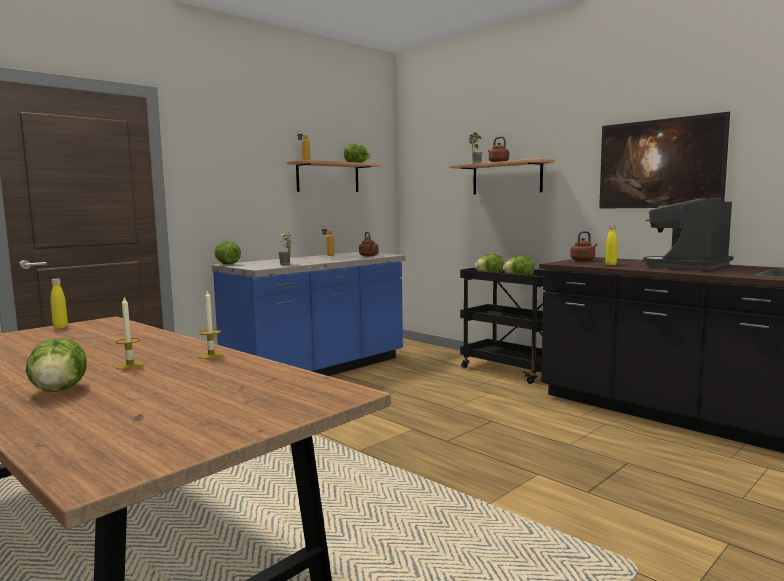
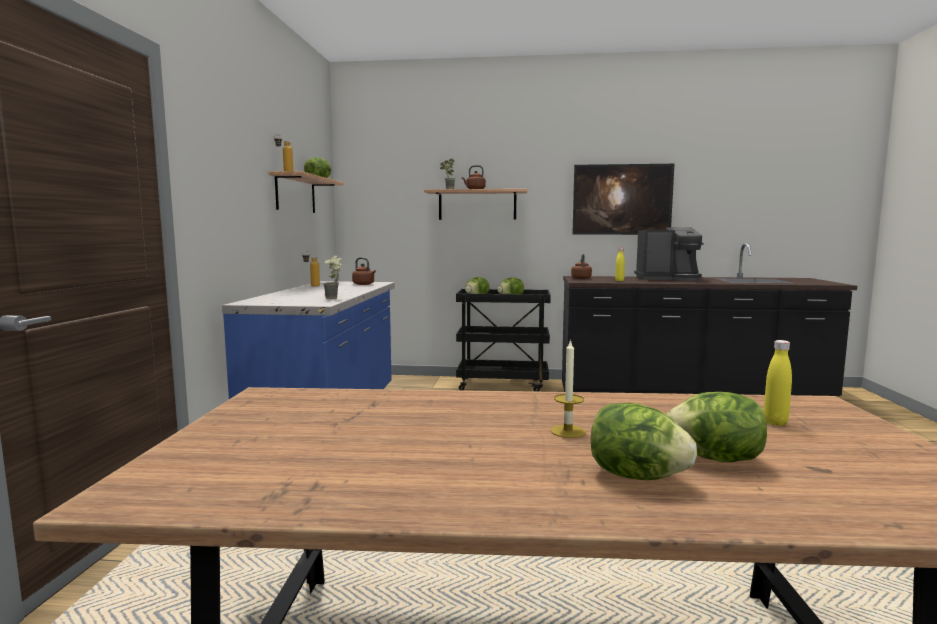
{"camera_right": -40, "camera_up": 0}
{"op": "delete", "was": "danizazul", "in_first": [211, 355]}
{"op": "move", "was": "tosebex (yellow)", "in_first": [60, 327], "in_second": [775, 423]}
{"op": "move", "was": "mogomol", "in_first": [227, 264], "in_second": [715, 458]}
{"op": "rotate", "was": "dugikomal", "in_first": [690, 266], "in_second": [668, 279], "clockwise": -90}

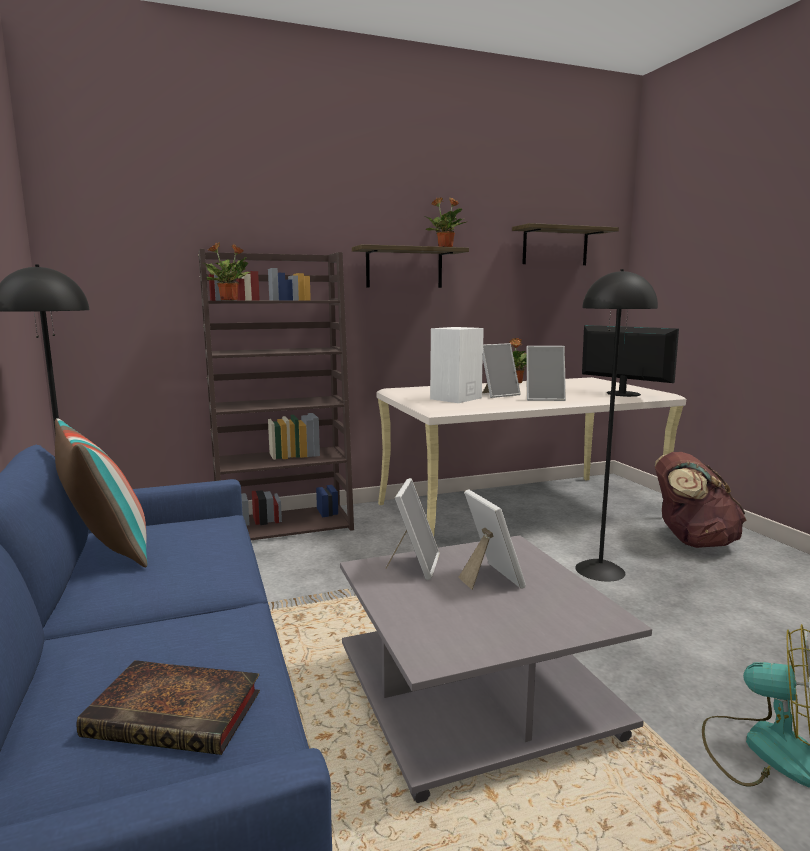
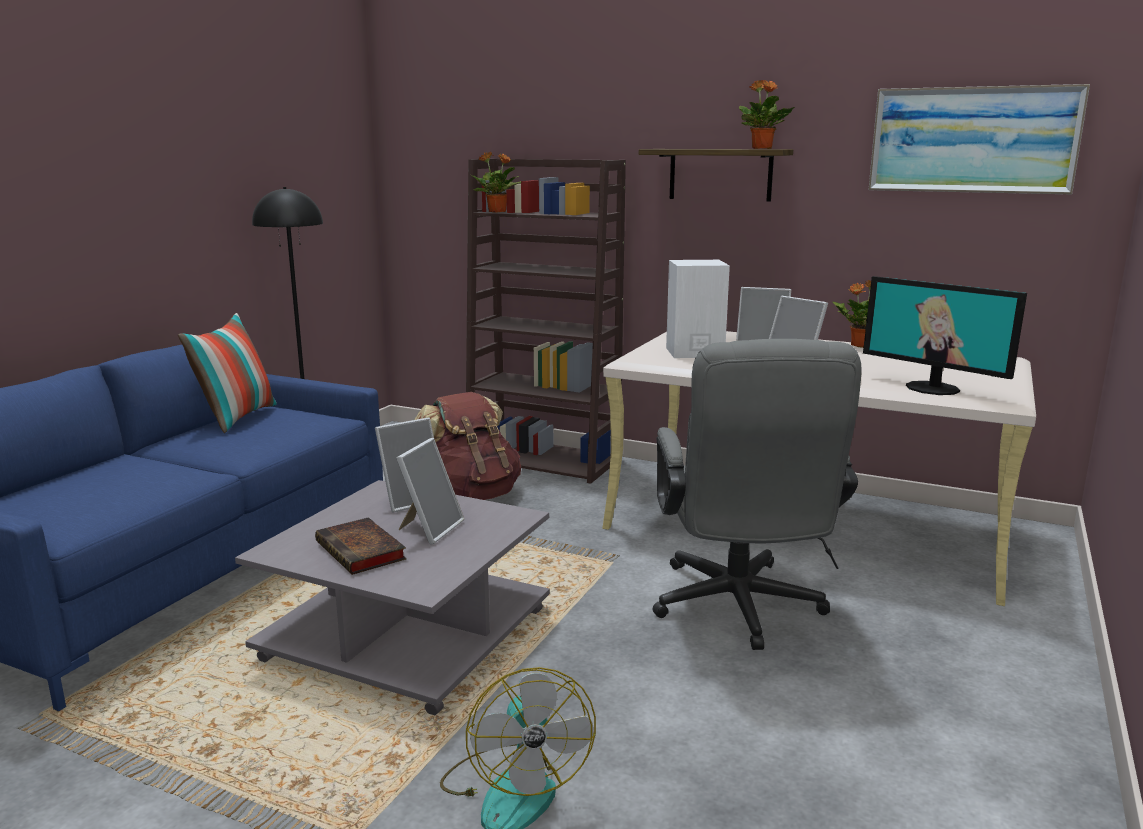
{"camera_right": 45, "camera_up": 5}
{"op": "move", "was": "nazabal", "in_first": [179, 714], "in_second": [362, 552]}
{"op": "move", "was": "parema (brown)", "in_first": [692, 541], "in_second": [471, 496]}
{"op": "replace", "was": "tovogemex", "now": "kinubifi", "in_first": [555, 246], "in_second": [972, 140]}
{"op": "replace", "was": "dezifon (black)", "now": "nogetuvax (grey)", "in_first": [600, 570], "in_second": [739, 610]}
{"op": "rotate", "was": "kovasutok", "in_first": [622, 394], "in_second": [933, 388], "clockwise": 135}

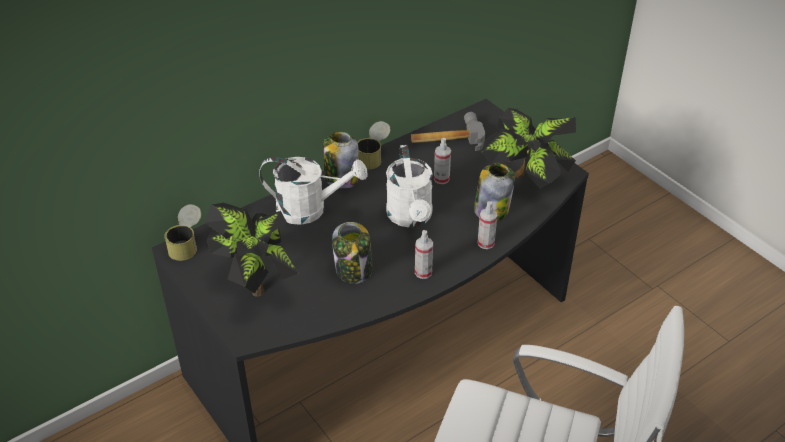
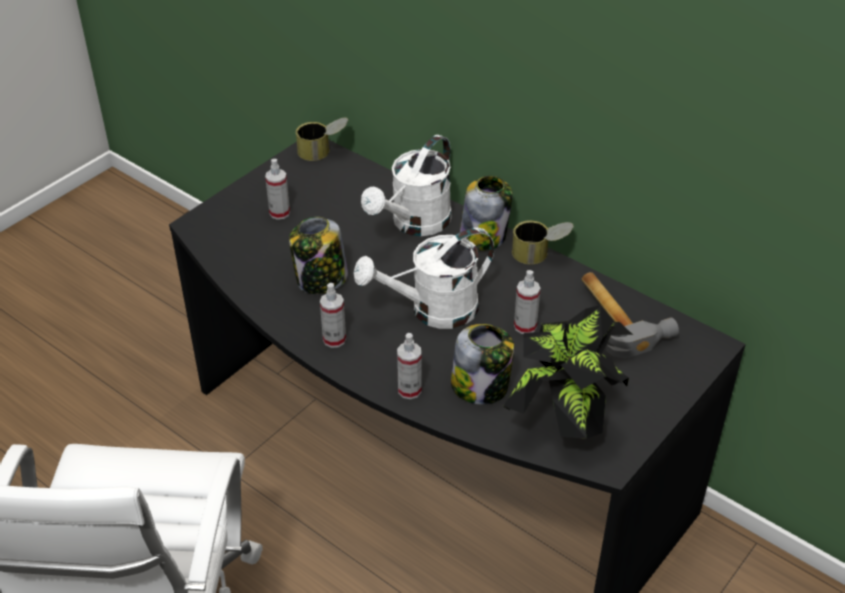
{"camera_right": 75, "camera_up": 0}
{"op": "replace", "was": "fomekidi", "now": "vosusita", "in_first": [258, 282], "in_second": [279, 213]}
{"op": "rotate", "was": "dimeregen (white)", "in_first": [310, 209], "in_second": [415, 224], "clockwise": 45}

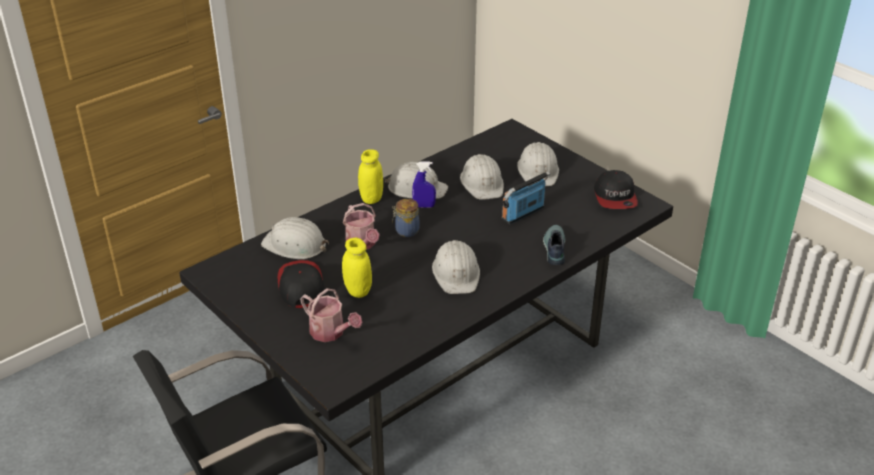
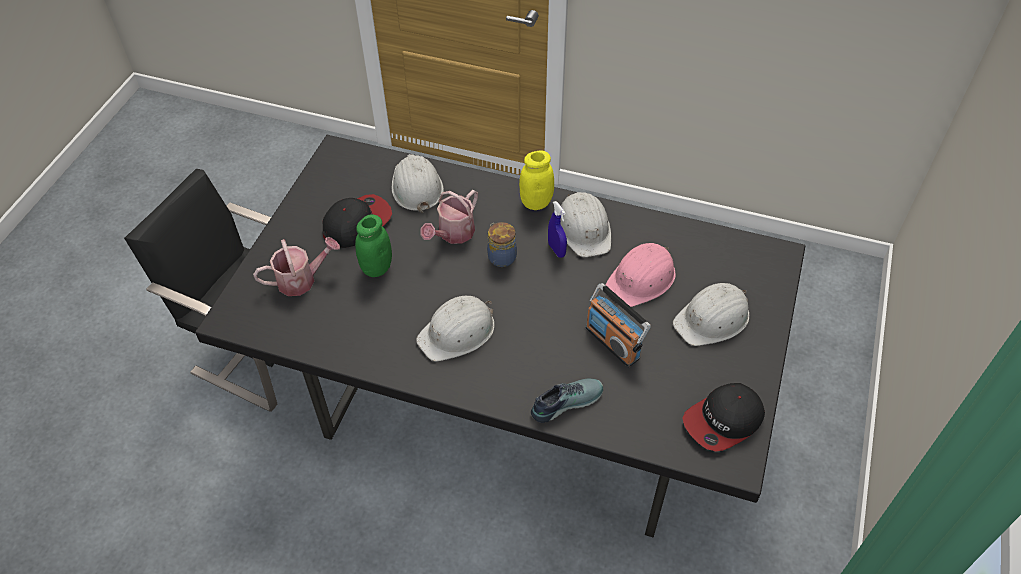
{"camera_right": 60, "camera_up": 15}
{"op": "recolor", "was": "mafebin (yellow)", "now": "mafebin (green)", "in_first": [358, 291], "in_second": [376, 268]}
{"op": "recolor", "was": "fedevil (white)", "now": "fedevil (pink)", "in_first": [482, 183], "in_second": [642, 279]}
{"op": "rotate", "was": "dimeregen", "in_first": [331, 333], "in_second": [301, 279], "clockwise": -120}
{"op": "rotate", "was": "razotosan", "in_first": [523, 213], "in_second": [613, 342], "clockwise": -150}

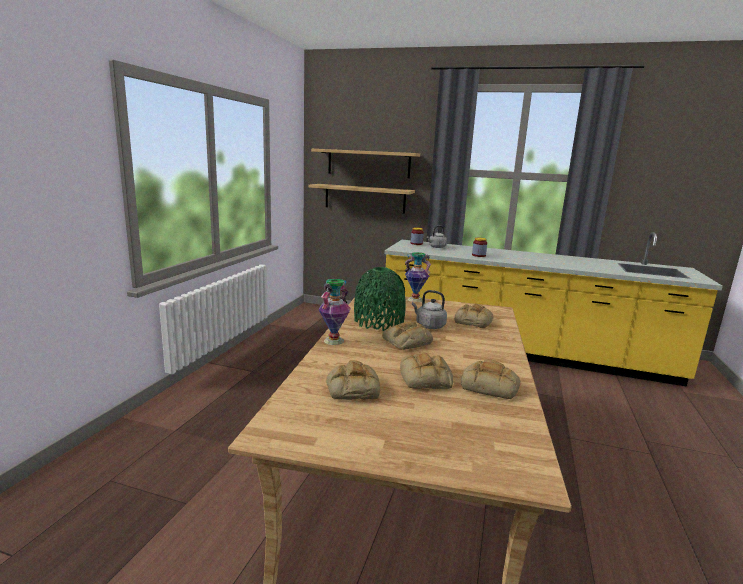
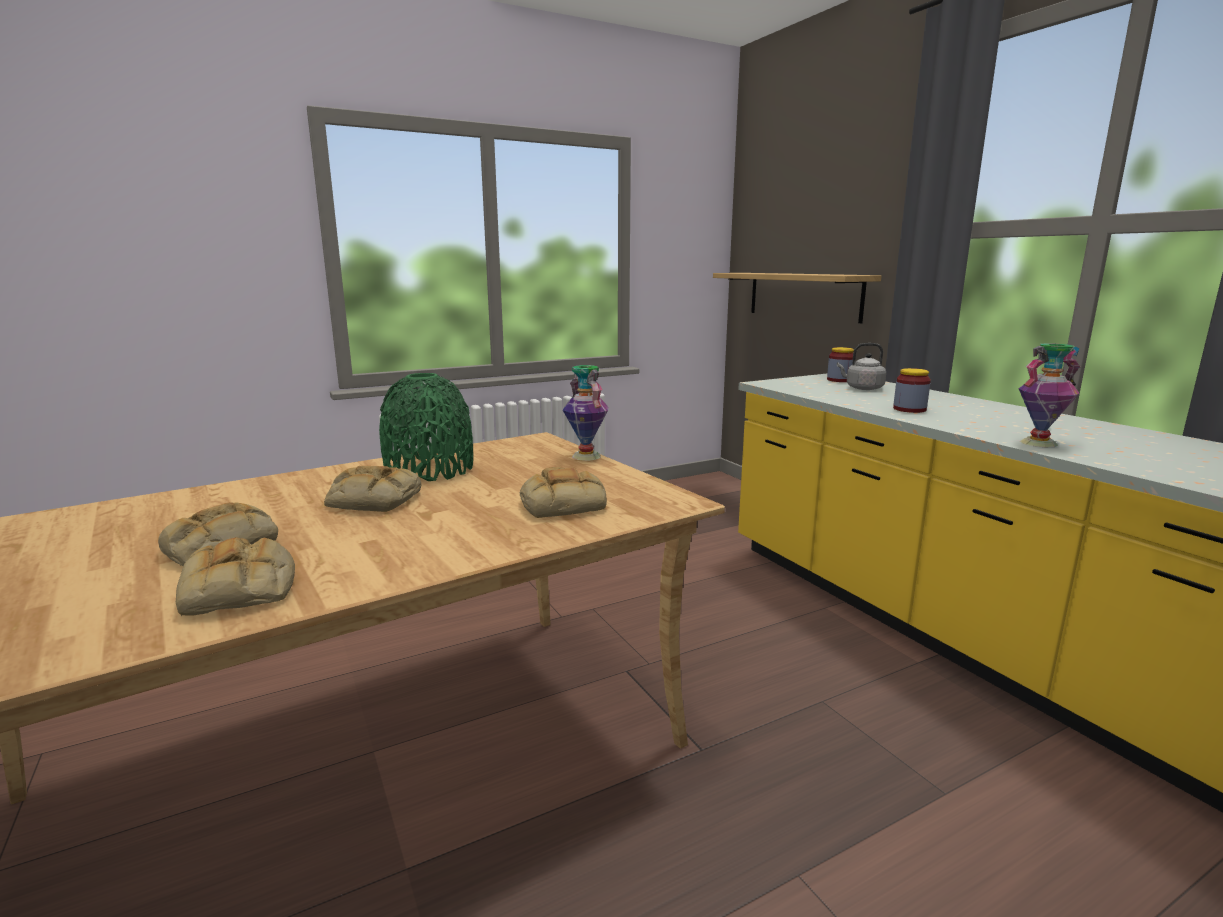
{"camera_right": 45, "camera_up": 0}
{"op": "delete", "was": "tovogemex", "in_first": [368, 163]}
{"op": "delete", "was": "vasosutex", "in_first": [352, 387]}
{"op": "delete", "was": "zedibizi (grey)", "in_first": [428, 326]}
{"op": "move", "was": "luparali", "in_first": [333, 340], "in_second": [1038, 443]}

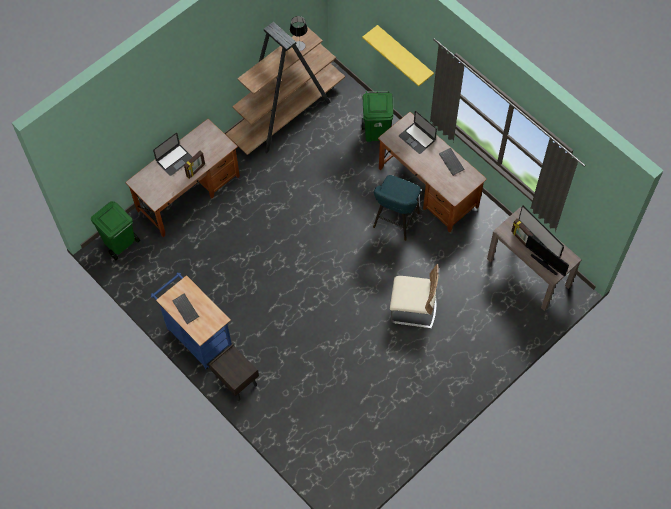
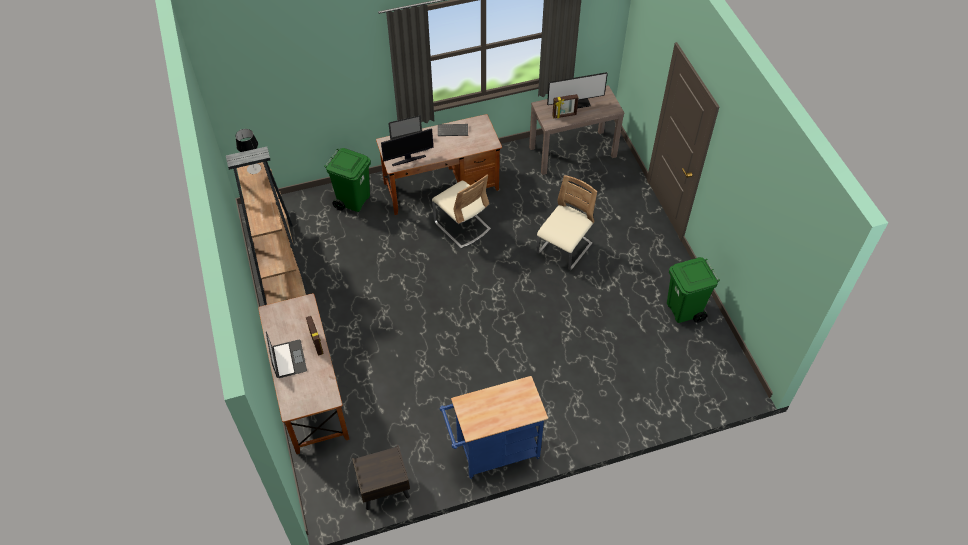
{"camera_right": -65, "camera_up": -10}
{"op": "delete", "was": "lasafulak", "in_first": [186, 309]}
{"op": "delete", "was": "tovogemex (yellow)", "in_first": [405, 54]}
{"op": "move", "was": "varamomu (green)", "in_first": [120, 244], "in_second": [684, 310]}
{"op": "move", "was": "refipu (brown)", "in_first": [235, 380], "in_second": [384, 490]}
{"op": "move", "was": "kovasutok", "in_first": [544, 264], "in_second": [408, 159]}
{"op": "replace", "was": "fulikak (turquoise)", "now": "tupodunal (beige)", "in_first": [395, 222], "in_second": [462, 226]}

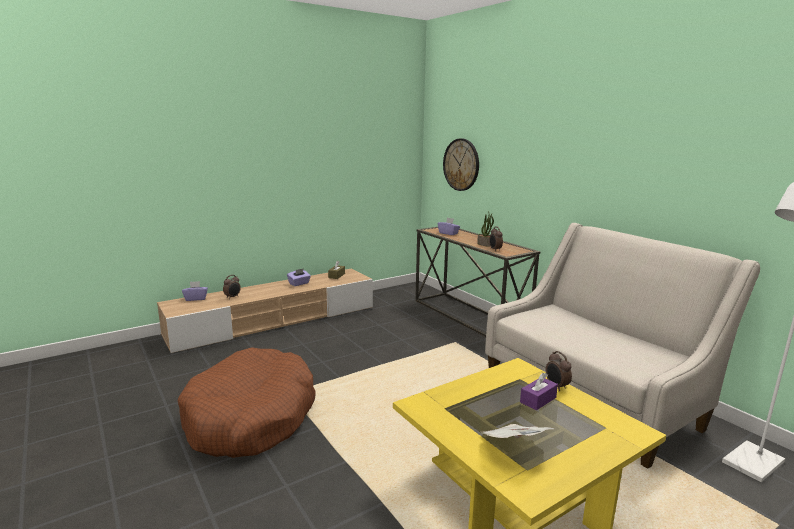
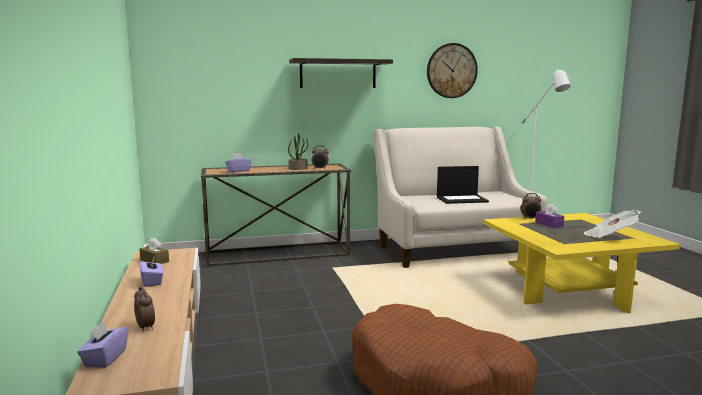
{"camera_right": -70, "camera_up": -5}
{"op": "insert", "now": "tovogemex", "in_second": [338, 74]}
{"op": "insert", "now": "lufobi", "in_second": [462, 199]}
{"op": "move", "was": "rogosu", "in_first": [461, 164], "in_second": [451, 70]}

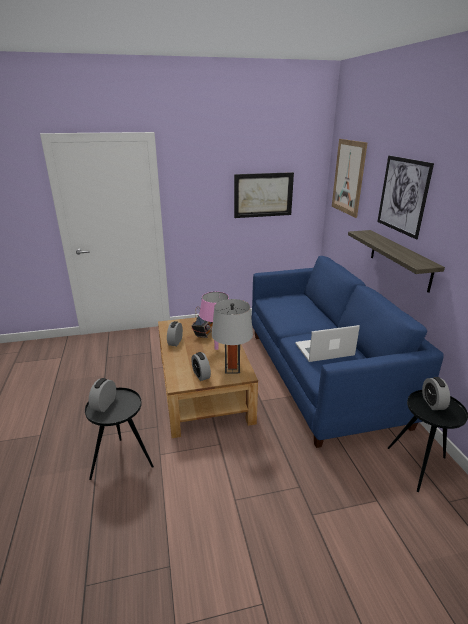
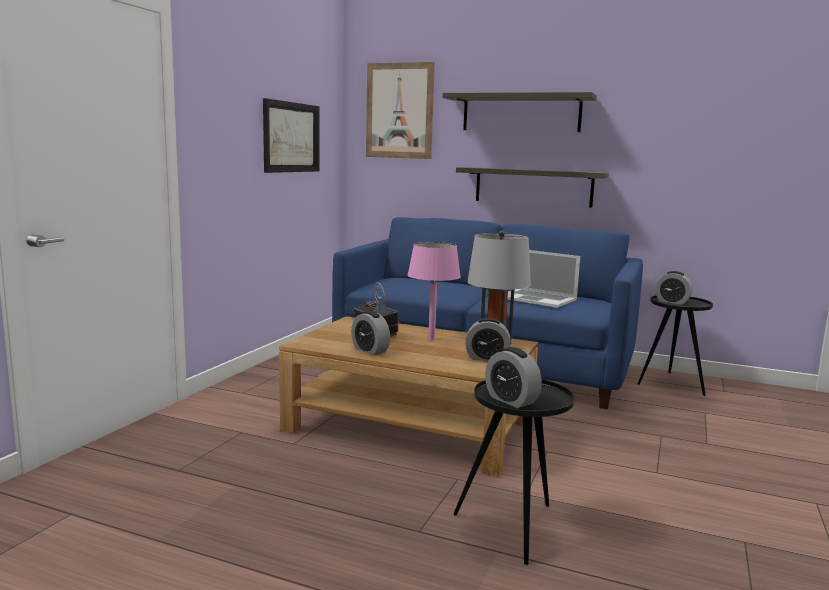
{"camera_right": -55, "camera_up": -15}
{"op": "replace", "was": "kinubifi", "now": "tovogemex", "in_first": [403, 195], "in_second": [521, 113]}
{"op": "rotate", "was": "lufobi", "in_first": [324, 349], "in_second": [537, 298], "clockwise": -75}

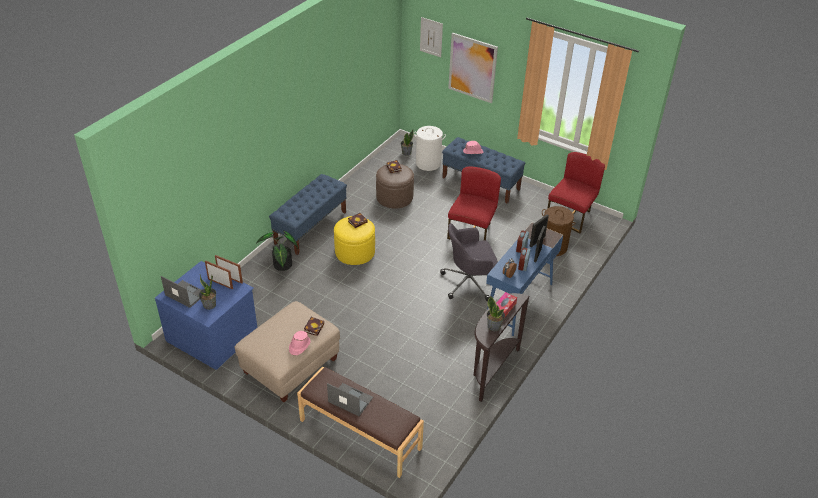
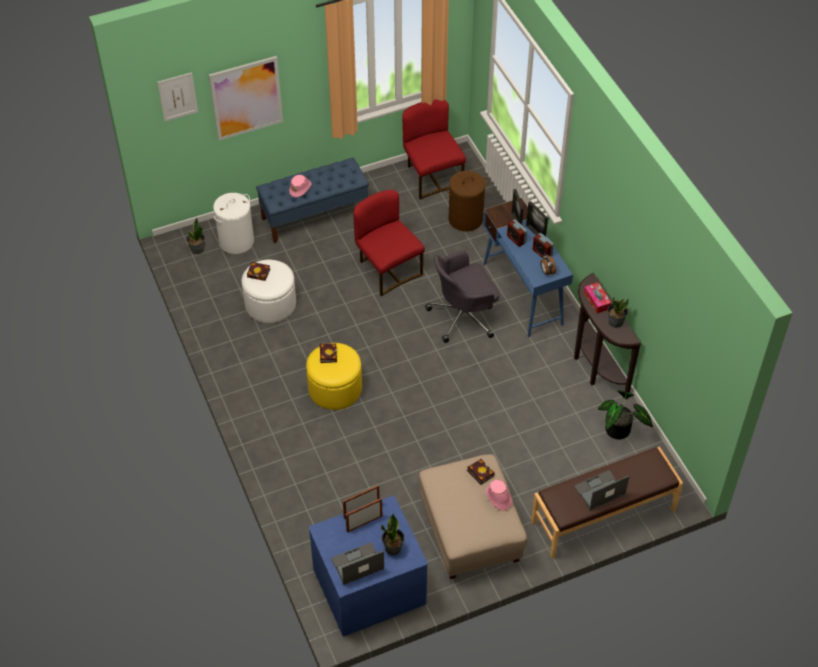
{"camera_right": -55, "camera_up": 10}
{"op": "delete", "was": "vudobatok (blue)", "in_first": [311, 227]}
{"op": "move", "was": "fomekidi", "in_first": [281, 266], "in_second": [619, 432]}
{"op": "recolor", "was": "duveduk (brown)", "now": "duveduk (white)", "in_first": [394, 197], "in_second": [270, 304]}
{"op": "rotate", "was": "nogetuvax (grey)", "in_first": [469, 283], "in_second": [463, 316], "clockwise": 45}

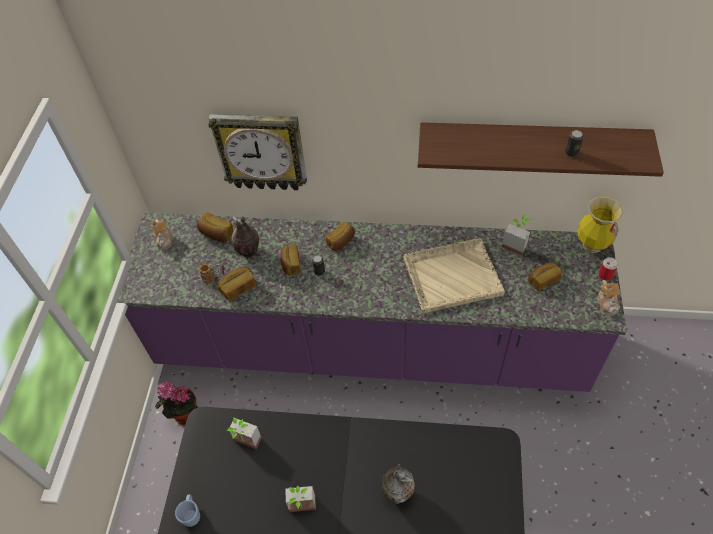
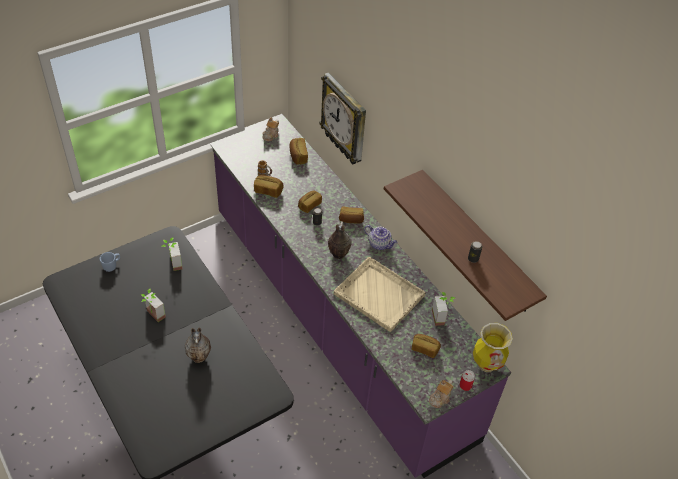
{"camera_right": 45, "camera_up": -5}
{"op": "delete", "was": "fomekidi", "in_first": [184, 415]}
{"op": "insert", "now": "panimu", "in_second": [380, 244]}
{"op": "move", "was": "luparali", "in_first": [248, 253], "in_second": [338, 255]}

